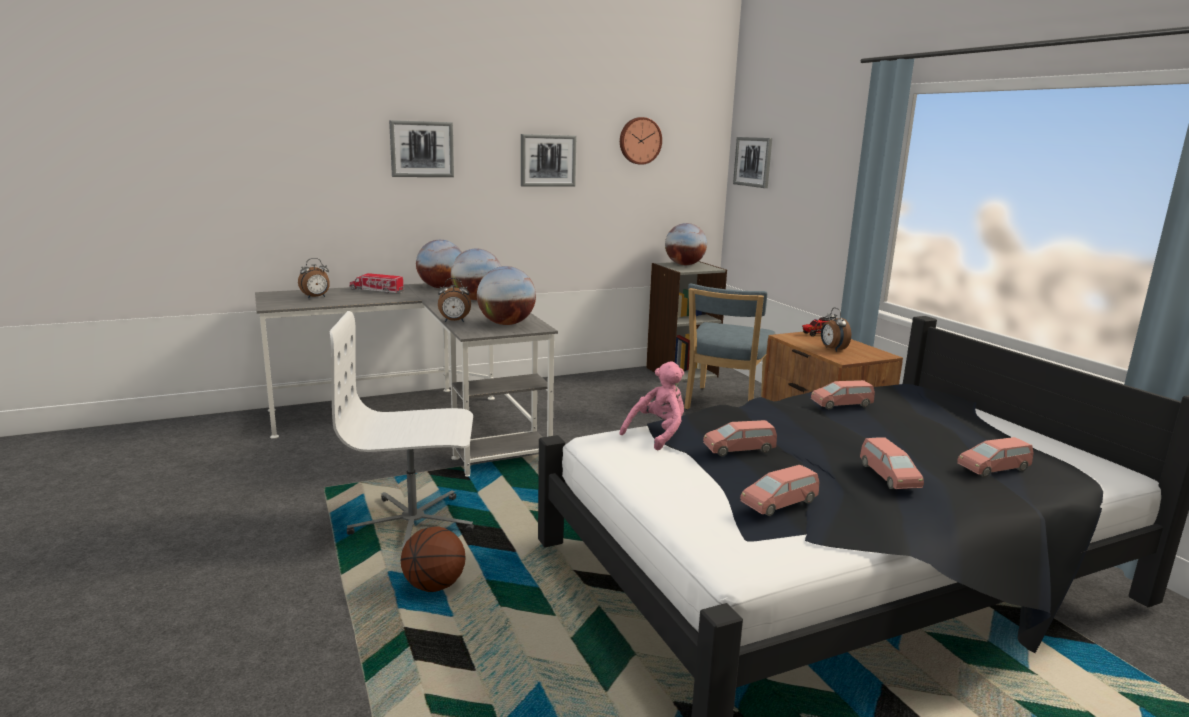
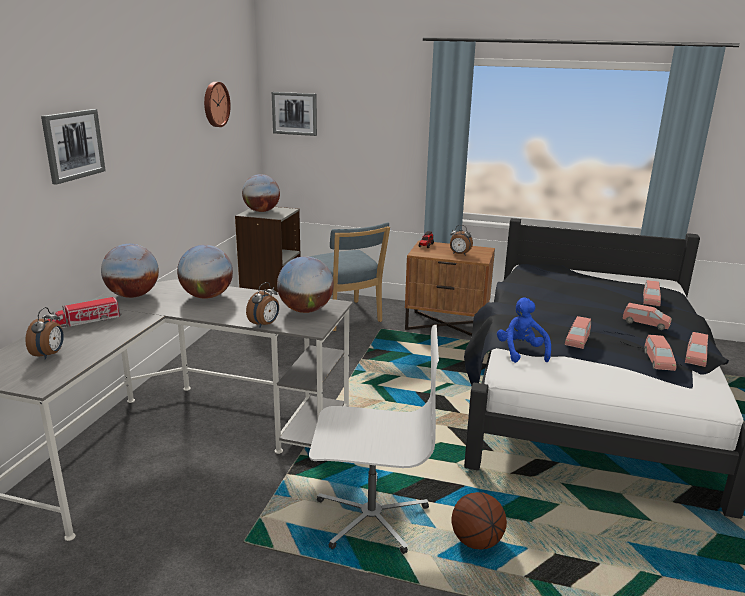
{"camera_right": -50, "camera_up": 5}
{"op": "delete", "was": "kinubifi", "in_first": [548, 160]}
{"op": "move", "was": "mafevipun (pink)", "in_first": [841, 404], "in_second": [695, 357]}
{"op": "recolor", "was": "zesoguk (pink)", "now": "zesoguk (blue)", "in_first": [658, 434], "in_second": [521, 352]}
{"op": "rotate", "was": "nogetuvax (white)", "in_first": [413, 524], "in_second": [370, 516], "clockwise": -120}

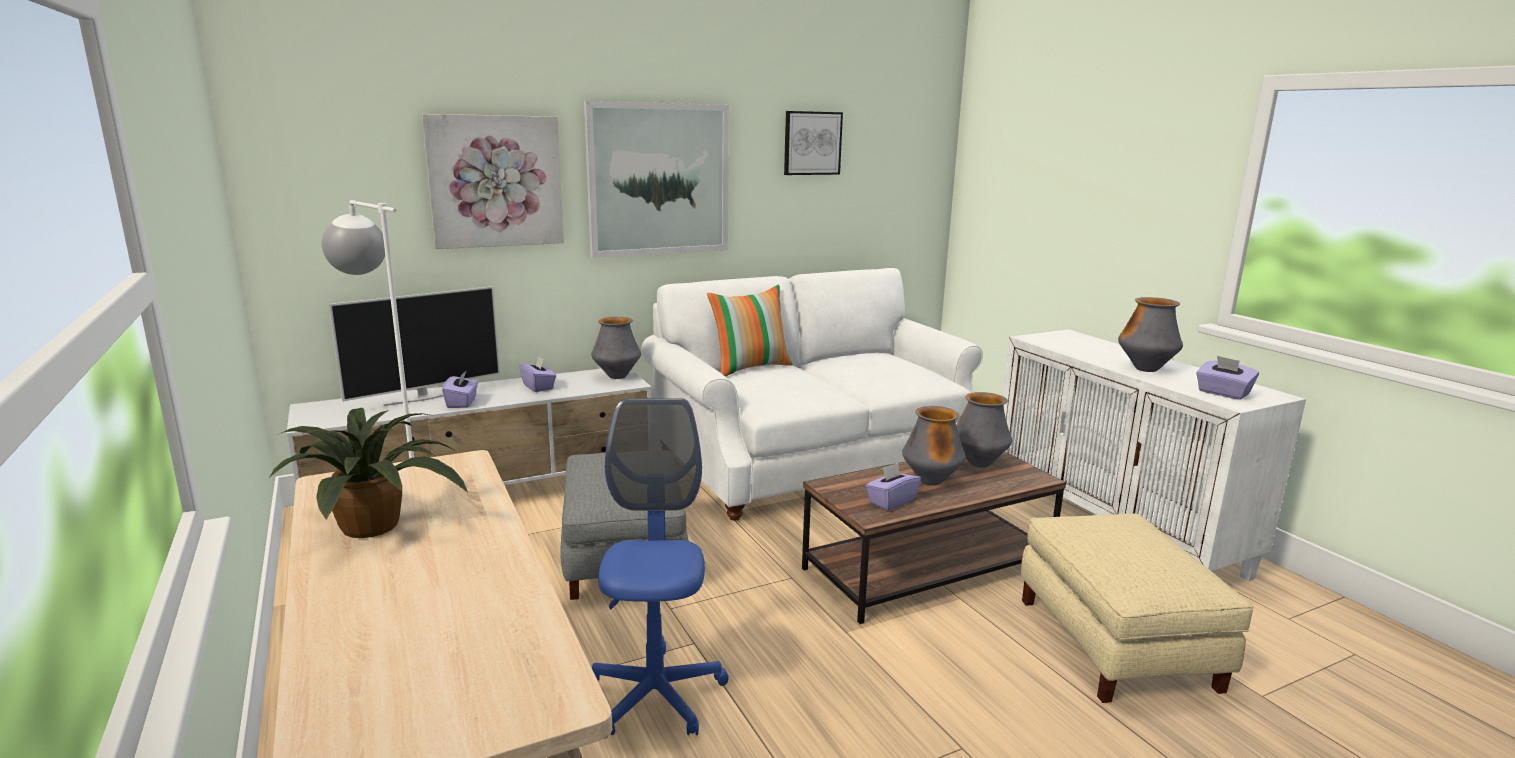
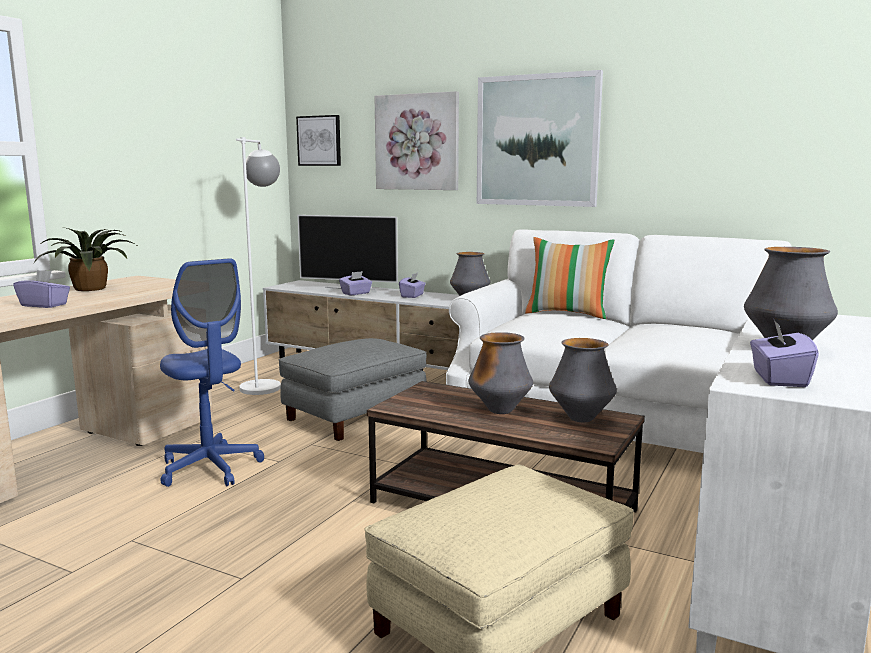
{"camera_right": 55, "camera_up": -5}
{"op": "move", "was": "kinubifi", "in_first": [812, 143], "in_second": [319, 141]}
{"op": "move", "was": "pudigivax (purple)", "in_first": [891, 502], "in_second": [44, 305]}
{"op": "rotate", "was": "nogetuvax (blue)", "in_first": [655, 696], "in_second": [210, 468], "clockwise": 90}

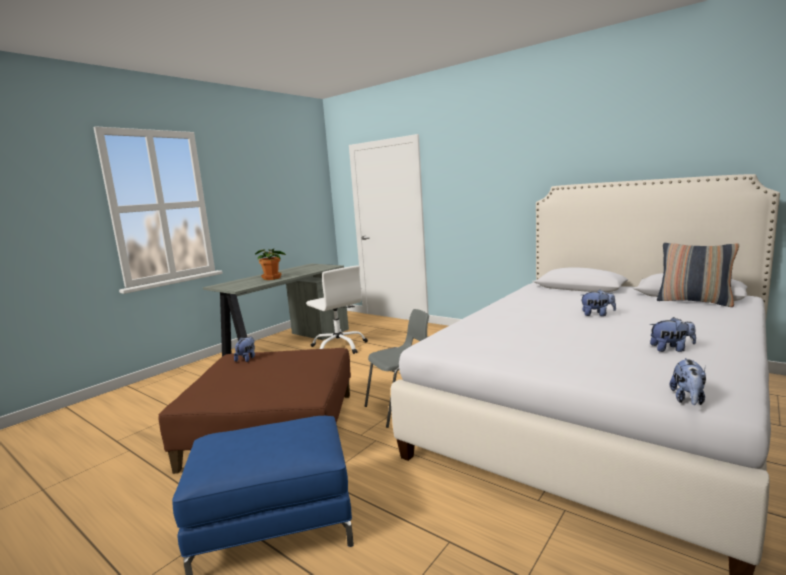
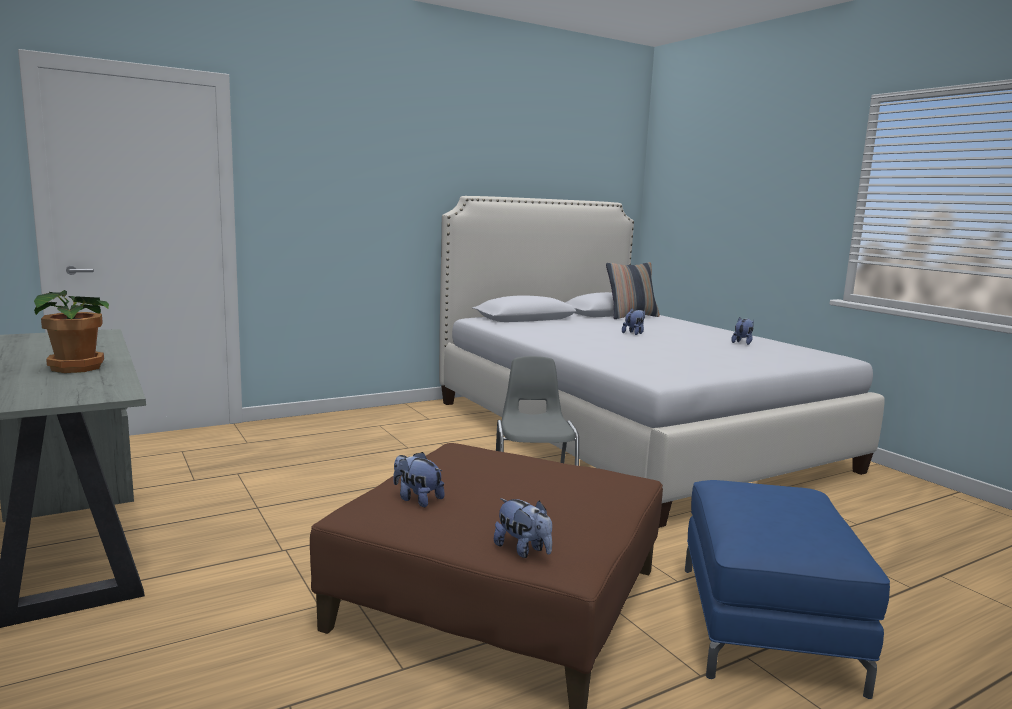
{"camera_right": -70, "camera_up": 0}
{"op": "delete", "was": "nogetuvax (white)", "in_first": [339, 347]}
{"op": "move", "was": "zesoguk", "in_first": [688, 399], "in_second": [523, 550]}

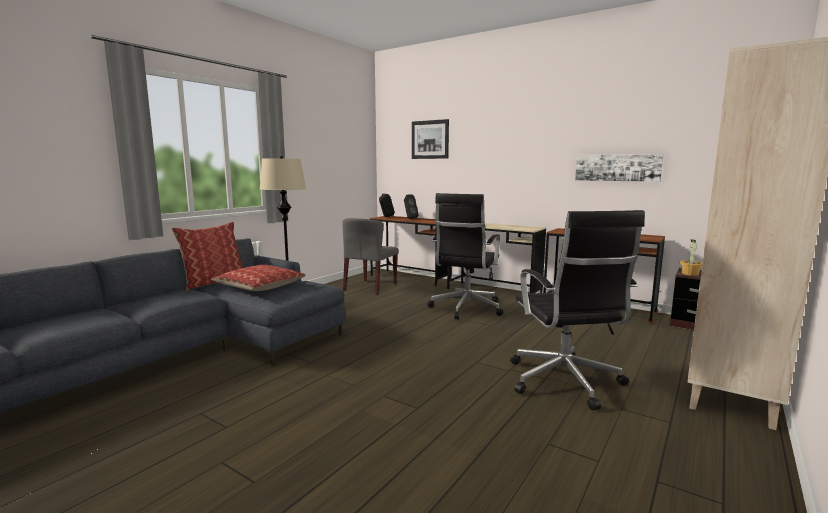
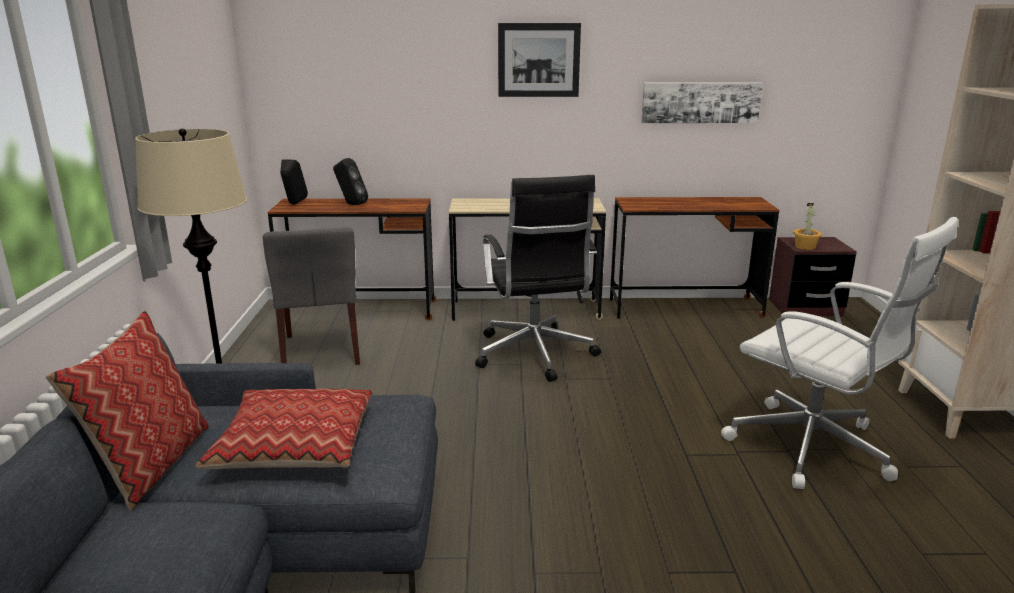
{"camera_right": -35, "camera_up": 10}
{"op": "move", "was": "kinubifi", "in_first": [430, 139], "in_second": [538, 60]}
{"op": "recolor", "was": "nogetuvax (black)", "now": "nogetuvax (white)", "in_first": [565, 382], "in_second": [814, 449]}

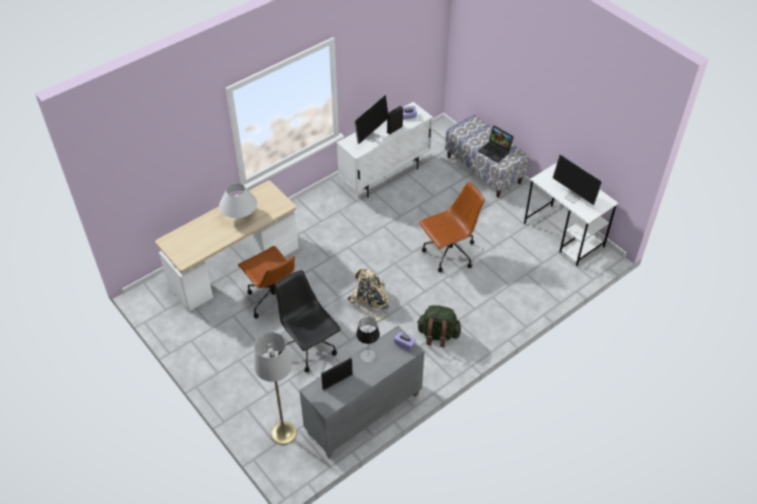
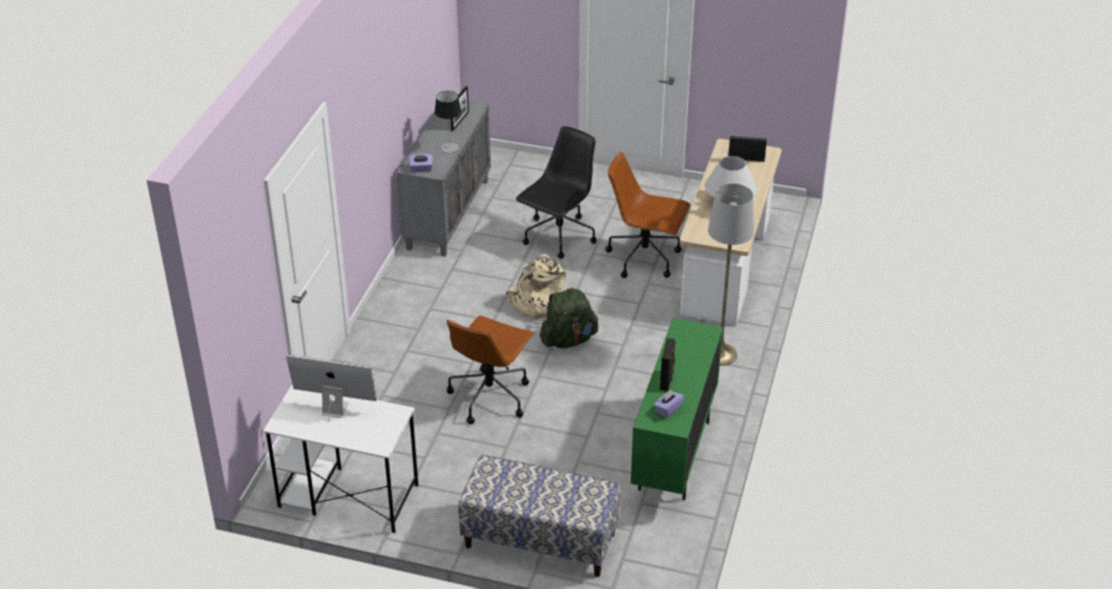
{"camera_right": 145, "camera_up": -10}
{"op": "delete", "was": "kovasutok", "in_first": [371, 136]}
{"op": "move", "was": "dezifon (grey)", "in_first": [283, 433], "in_second": [720, 354]}
{"op": "move", "was": "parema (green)", "in_first": [438, 335], "in_second": [568, 340]}
{"op": "move", "was": "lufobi", "in_first": [496, 151], "in_second": [745, 155]}
{"op": "recolor", "was": "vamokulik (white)", "now": "vamokulik (green)", "in_first": [385, 176], "in_second": [674, 456]}
{"op": "rotate", "was": "nogetuvax (black)", "in_first": [309, 347], "in_second": [558, 237], "clockwise": -75}

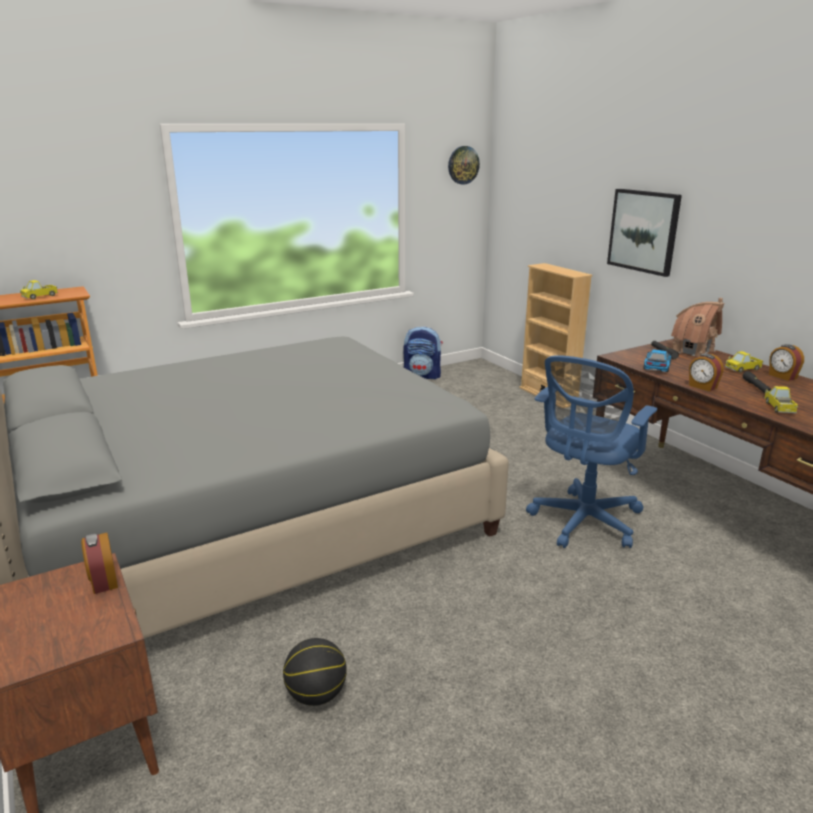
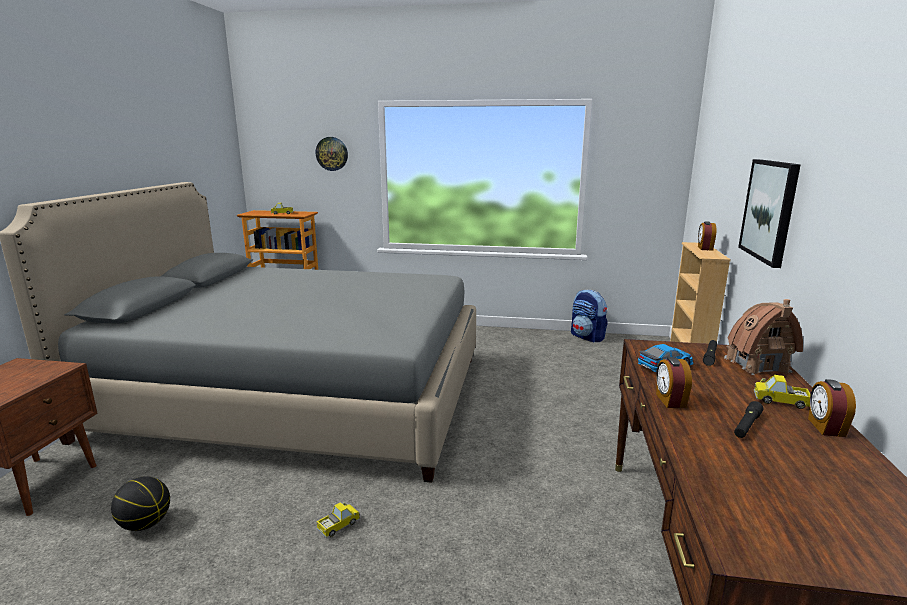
{"camera_right": 40, "camera_up": -5}
{"op": "delete", "was": "nogetuvax (blue)", "in_first": [583, 523]}
{"op": "move", "was": "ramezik", "in_first": [103, 581], "in_second": [704, 248]}
{"op": "move", "was": "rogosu", "in_first": [463, 165], "in_second": [332, 153]}
{"op": "move", "was": "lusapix", "in_first": [779, 408], "in_second": [338, 526]}

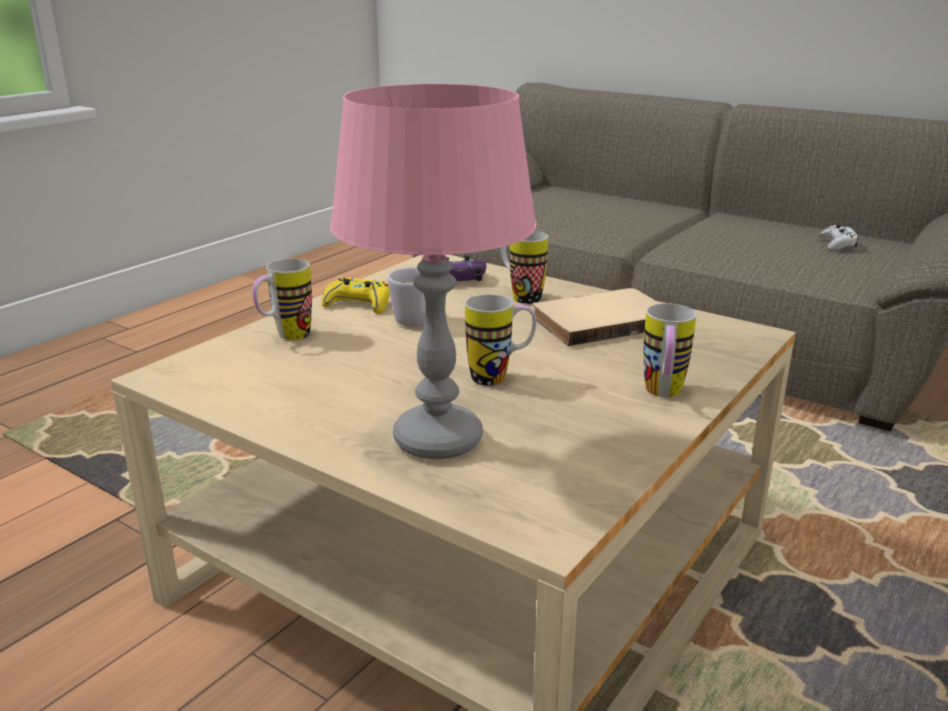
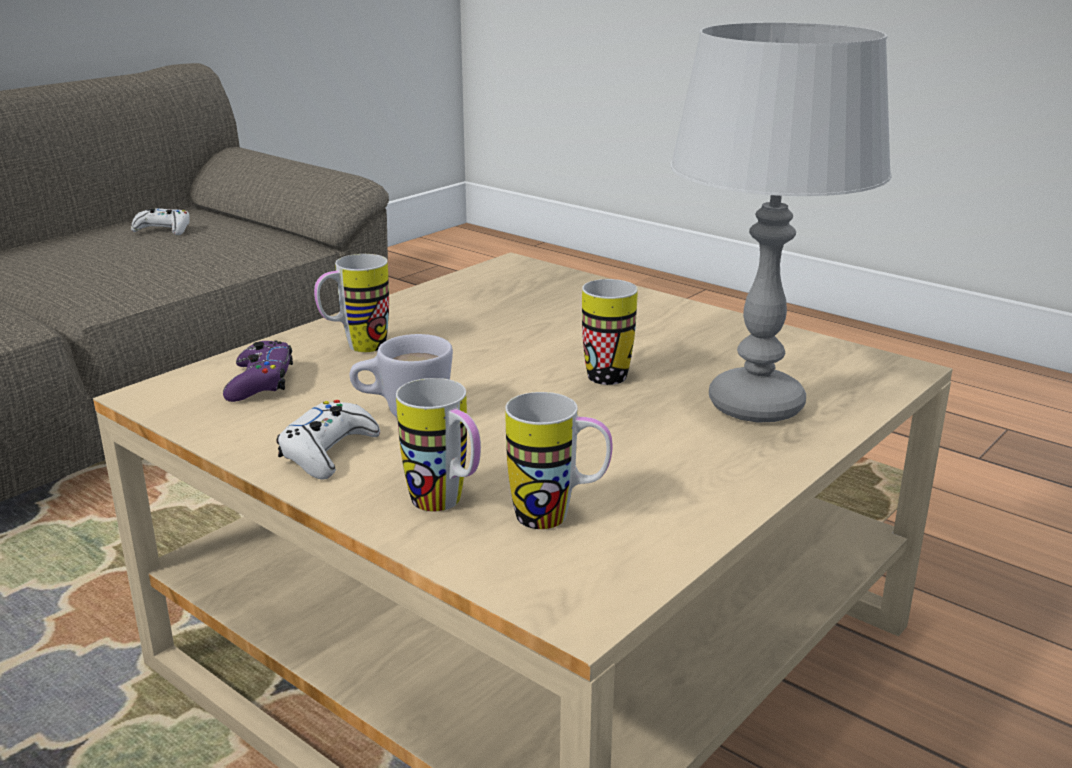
{"camera_right": -85, "camera_up": 0}
{"op": "delete", "was": "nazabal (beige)", "in_first": [599, 320]}
{"op": "move", "was": "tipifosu", "in_first": [663, 395], "in_second": [558, 519]}
{"op": "recolor", "was": "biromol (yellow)", "now": "biromol (white)", "in_first": [358, 304], "in_second": [328, 452]}
{"op": "recolor", "was": "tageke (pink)", "now": "tageke (grey)", "in_first": [437, 440], "in_second": [755, 405]}

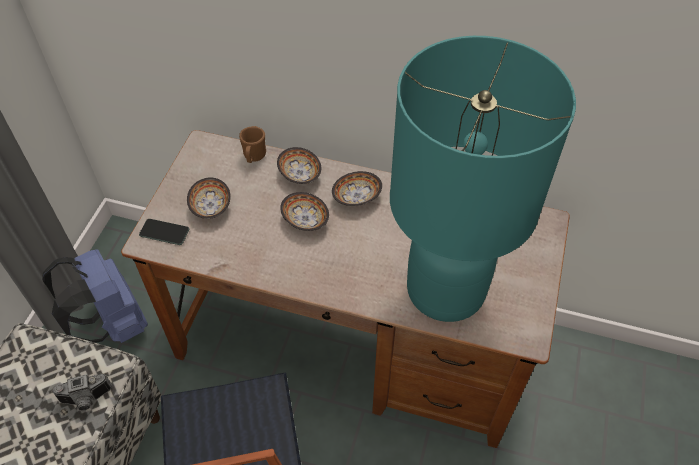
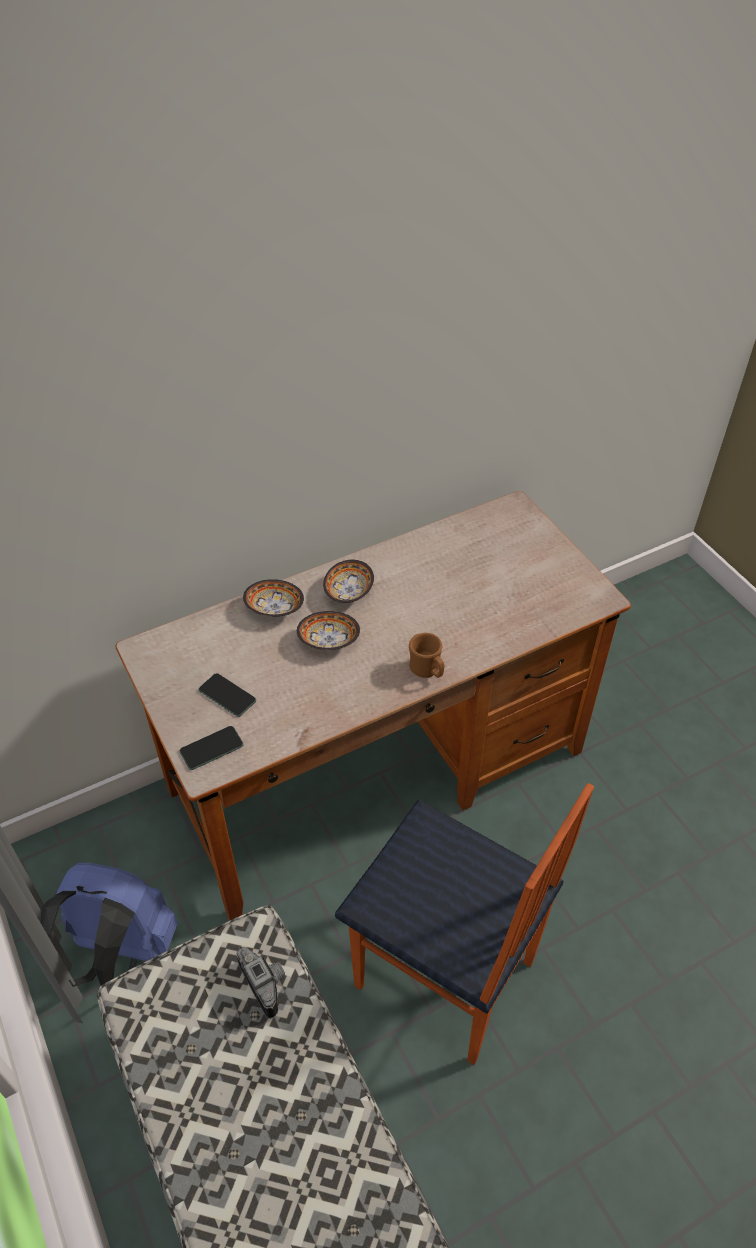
{"camera_right": -45, "camera_up": -5}
{"op": "delete", "was": "tageke (turquoise)", "in_first": [445, 290]}
{"op": "move", "was": "tipifosu (brown)", "in_first": [254, 157], "in_second": [427, 671]}
{"op": "replace", "was": "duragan", "now": "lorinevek", "in_first": [210, 207], "in_second": [227, 695]}
{"op": "rotate", "was": "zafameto", "in_first": [86, 400], "in_second": [267, 982], "clockwise": -60}

